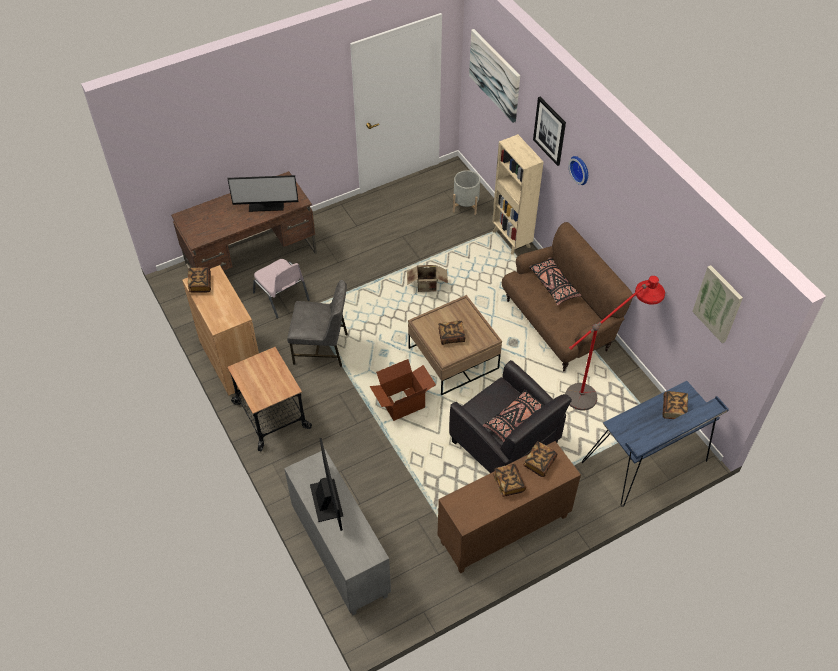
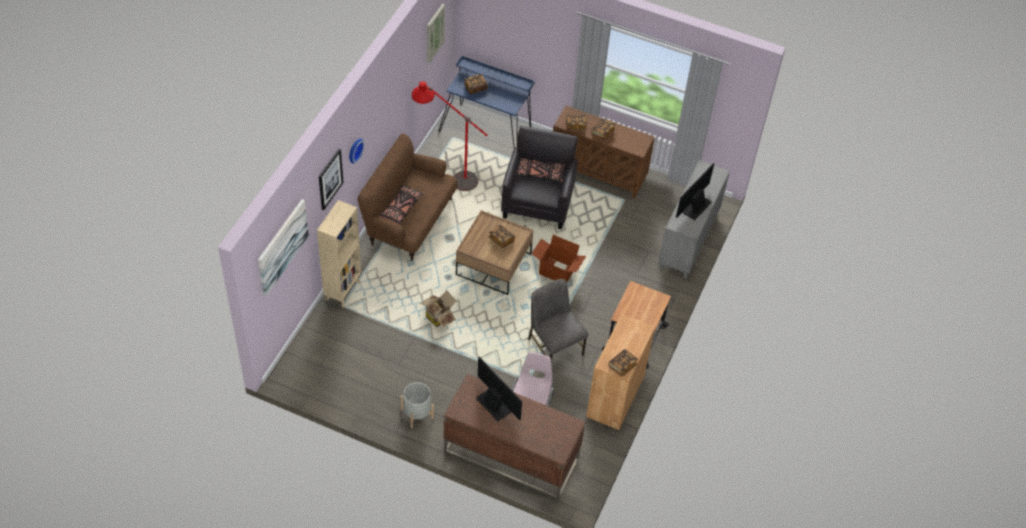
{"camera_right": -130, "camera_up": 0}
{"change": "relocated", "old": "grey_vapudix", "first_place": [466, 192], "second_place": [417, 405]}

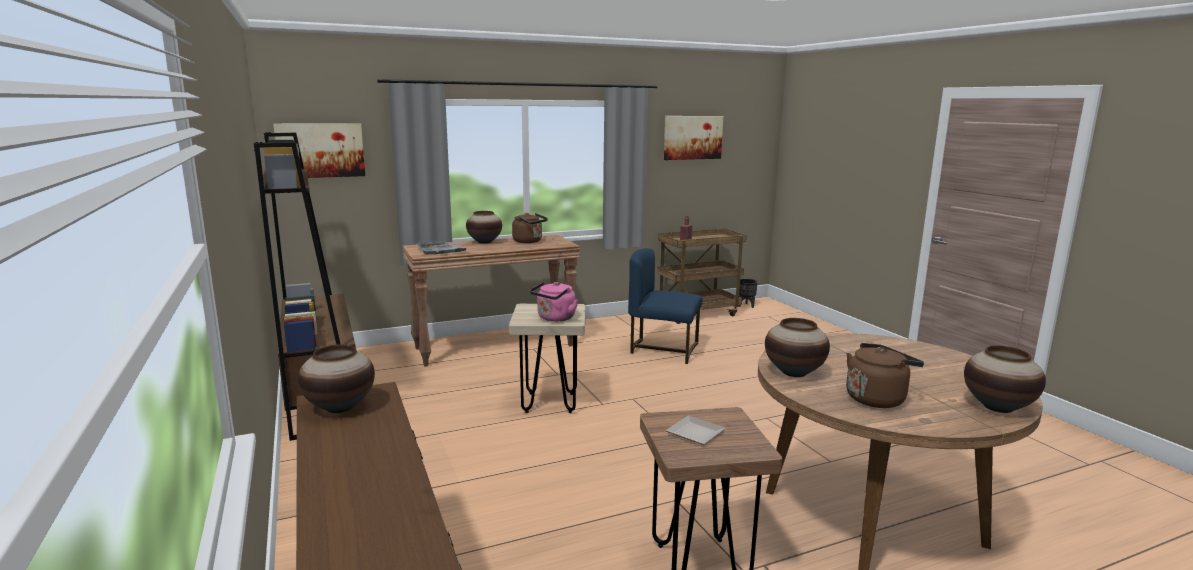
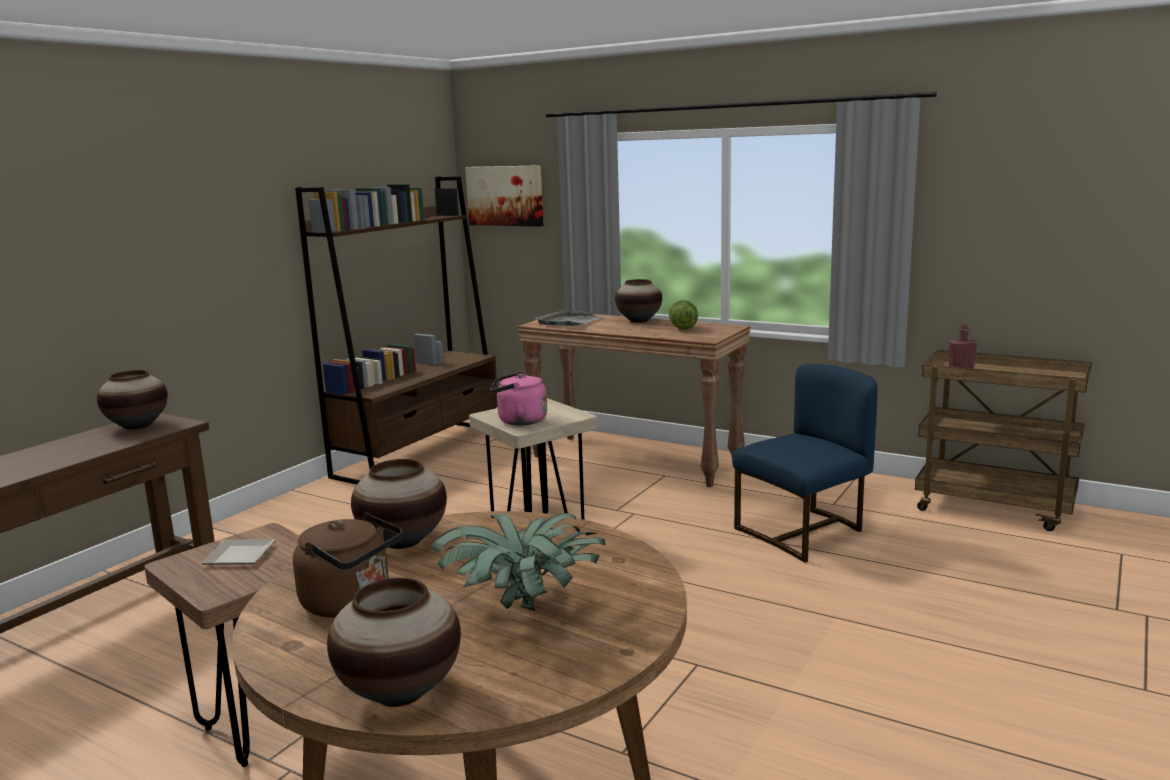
{"camera_right": 55, "camera_up": 0}
{"change": "missing", "old": "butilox", "first_place": [693, 138]}
{"change": "missing", "old": "black_vapudix", "first_place": [748, 293]}
{"change": "appeared", "new": "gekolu", "second_place": [518, 562]}
{"change": "exchanged", "old": "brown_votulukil", "new": "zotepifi", "first_place": [530, 228], "second_place": [683, 315]}
{"change": "spun", "old": "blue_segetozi", "first_place": [665, 306], "second_place": [804, 463], "degrees": 75}

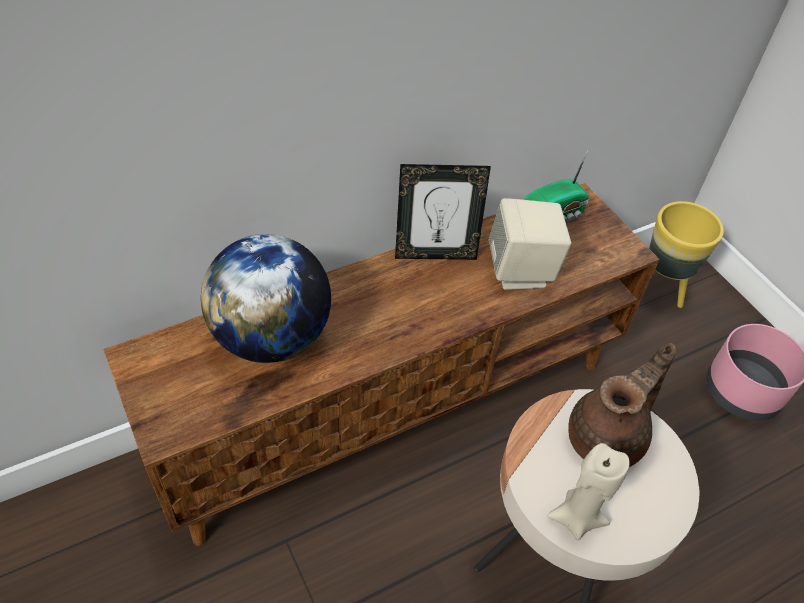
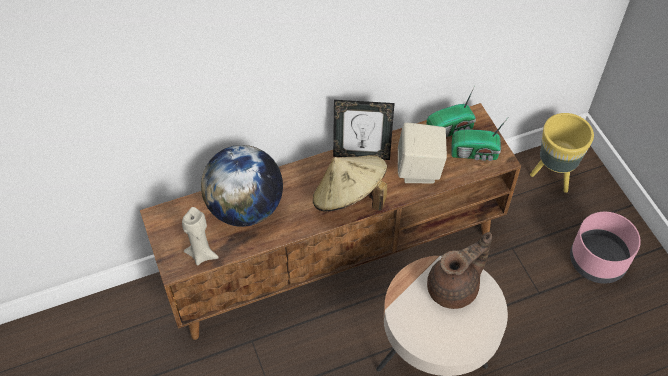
{"camera_right": 10, "camera_up": 5}
{"change": "appeared", "new": "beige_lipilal", "second_place": [350, 183]}
{"change": "appeared", "new": "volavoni", "second_place": [479, 139]}
{"change": "relocated", "old": "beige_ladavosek", "first_place": [588, 491], "second_place": [200, 236]}

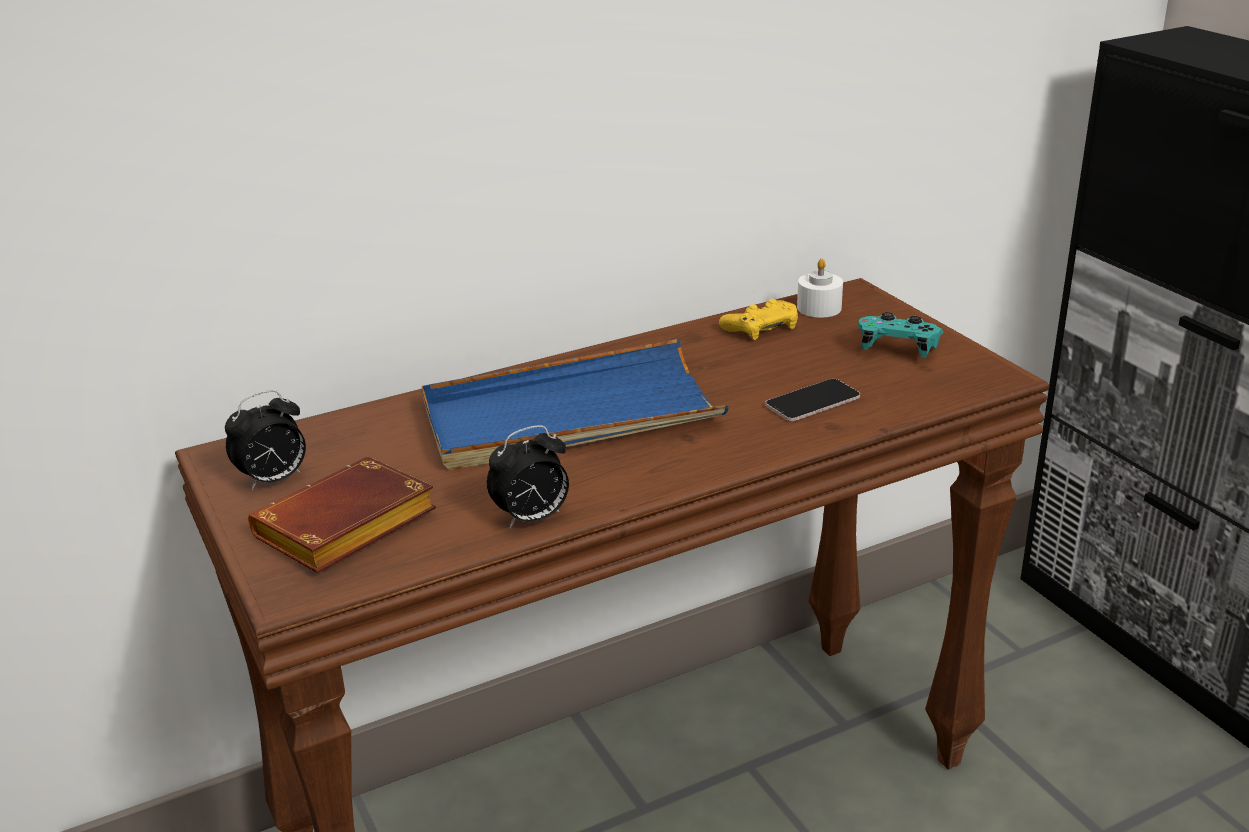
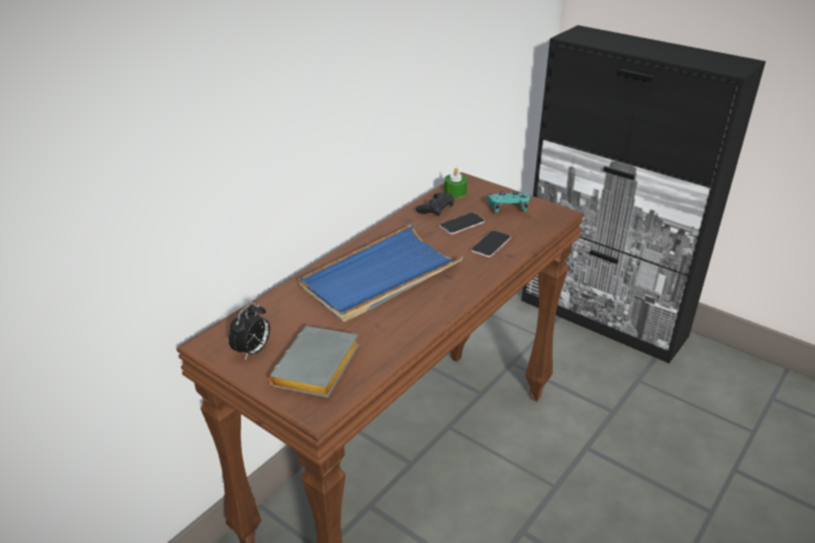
{"camera_right": -25, "camera_up": 5}
{"change": "missing", "old": "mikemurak", "first_place": [528, 476]}
{"change": "appeared", "new": "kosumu", "second_place": [462, 223]}
{"change": "colour", "old": "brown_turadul", "new": "grey_turadul", "first_place": [342, 515], "second_place": [313, 361]}
{"change": "colour", "old": "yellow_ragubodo", "new": "black_ragubodo", "first_place": [758, 319], "second_place": [435, 204]}
{"change": "colour", "old": "white_ladavosek", "new": "green_ladavosek", "first_place": [820, 288], "second_place": [455, 183]}

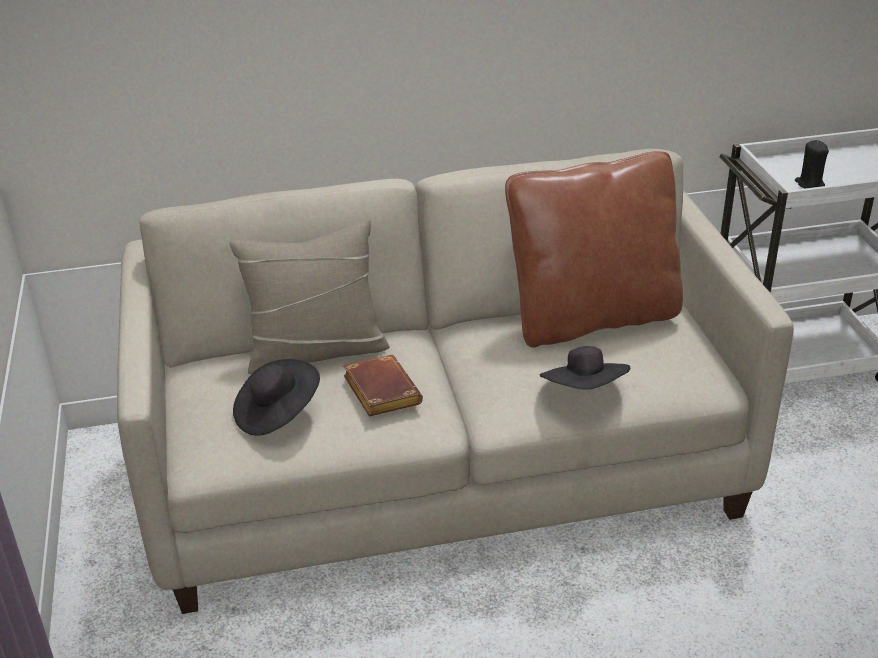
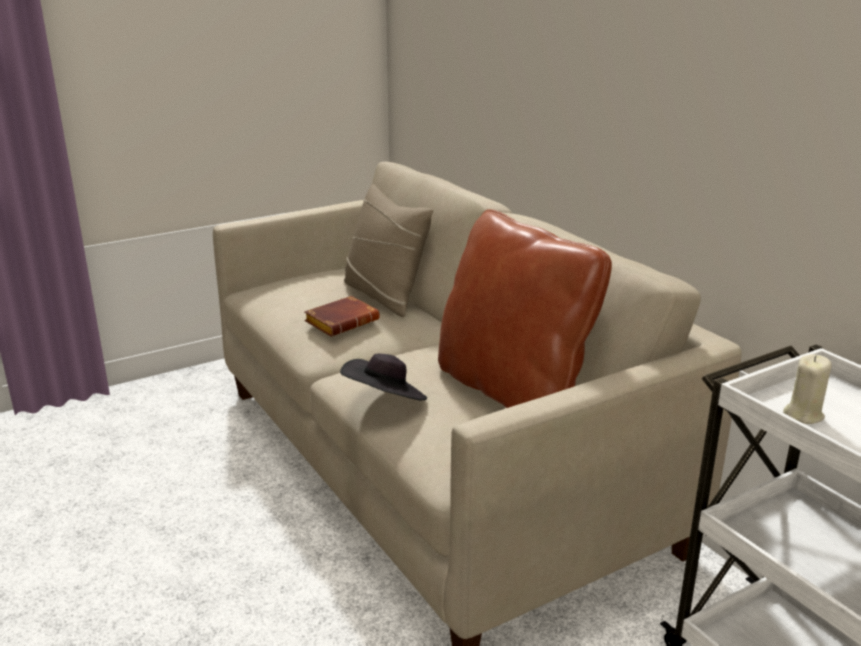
{"camera_right": 70, "camera_up": -10}
{"change": "missing", "old": "black_lipilal", "first_place": [276, 397]}
{"change": "colour", "old": "black_ladavosek", "new": "beige_ladavosek", "first_place": [812, 164], "second_place": [807, 389]}

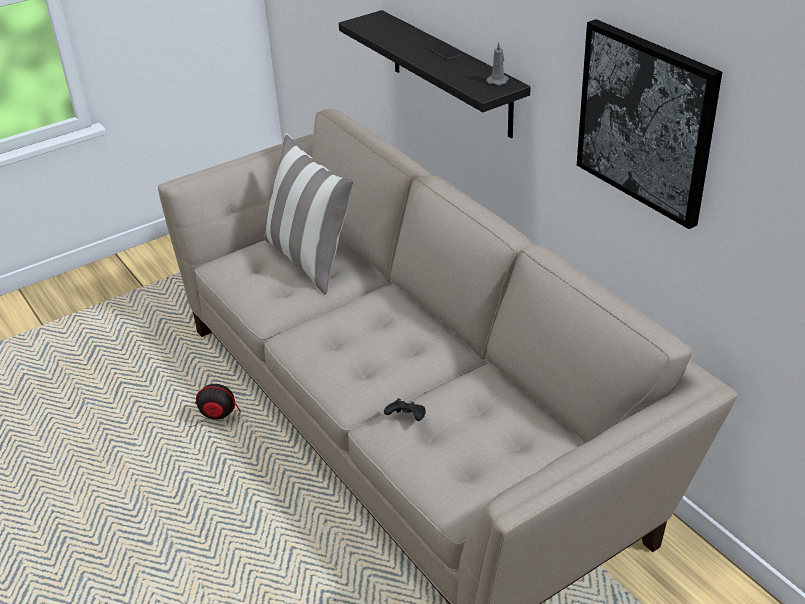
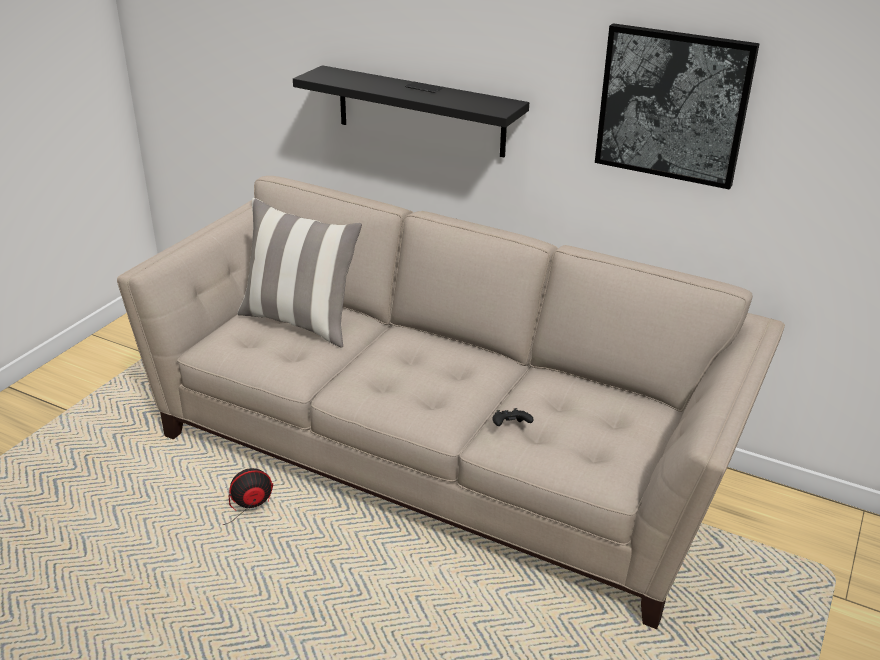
{"camera_right": -30, "camera_up": -5}
{"change": "missing", "old": "grey_ladavosek", "first_place": [497, 63]}

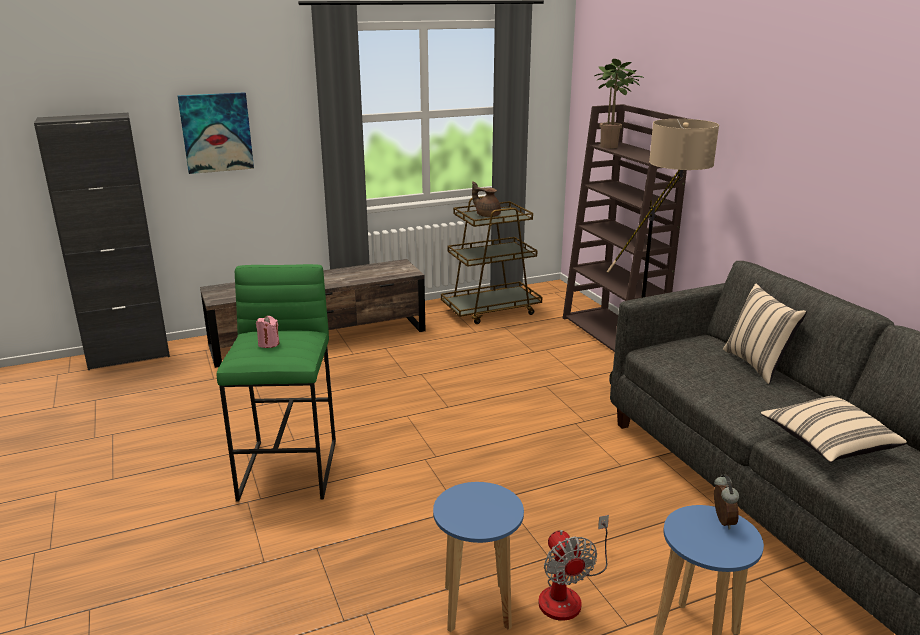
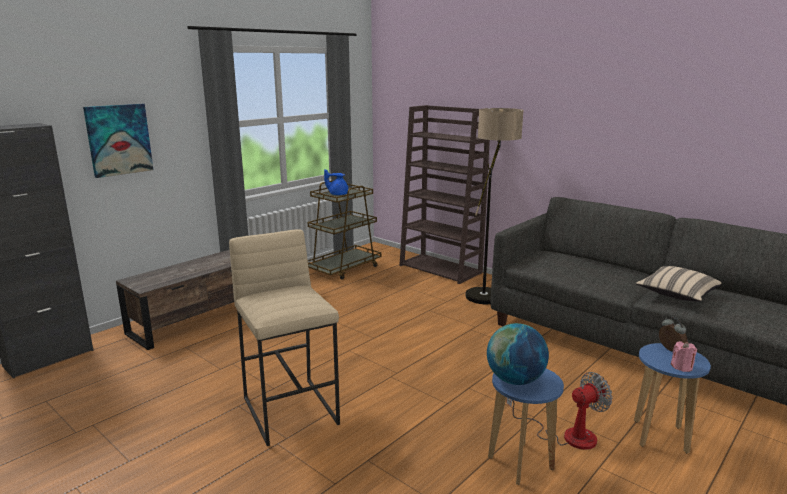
{"camera_right": -25, "camera_up": -5}
{"change": "missing", "old": "gekolu", "first_place": [619, 104]}
{"change": "missing", "old": "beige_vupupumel", "first_place": [765, 334]}
{"change": "appeared", "new": "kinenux", "second_place": [518, 354]}
{"change": "relocated", "old": "pink_ladavosek", "first_place": [267, 332], "second_place": [684, 356]}
{"change": "colour", "old": "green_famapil", "new": "beige_famapil", "first_place": [276, 383], "second_place": [284, 337]}
{"change": "colour", "old": "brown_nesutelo", "new": "blue_nesutelo", "first_place": [486, 199], "second_place": [336, 182]}
{"change": "spun", "old": "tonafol", "first_place": [573, 568], "second_place": [559, 411], "degrees": -75}

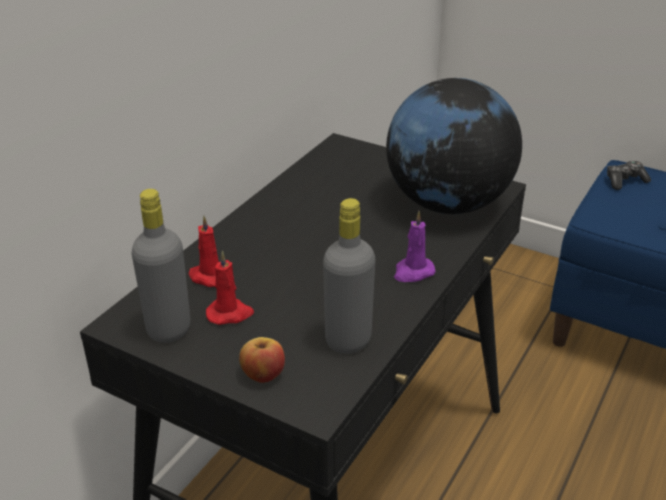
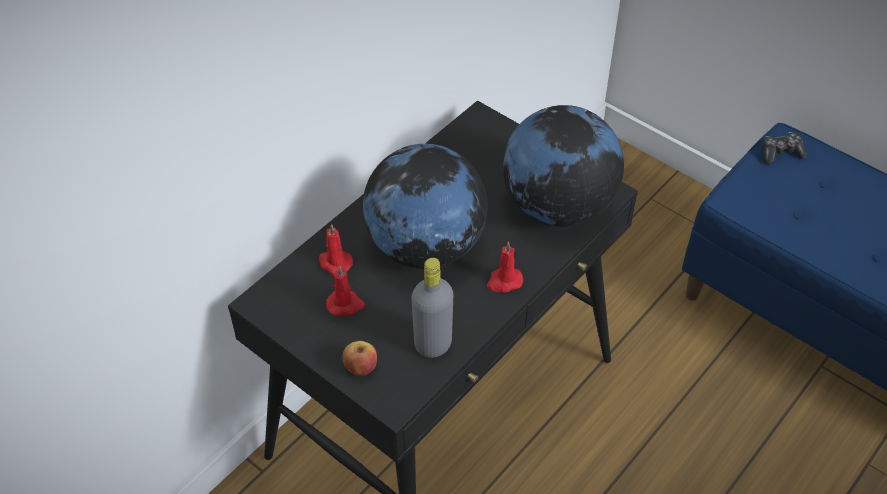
{"camera_right": 10, "camera_up": 15}
{"change": "missing", "old": "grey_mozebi", "first_place": [161, 266]}
{"change": "appeared", "new": "kinenux", "second_place": [425, 206]}
{"change": "colour", "old": "purple_ladavosek", "new": "red_ladavosek", "first_place": [414, 246], "second_place": [505, 267]}

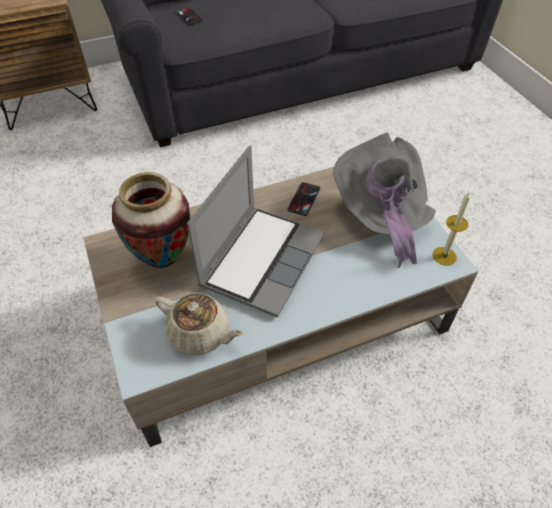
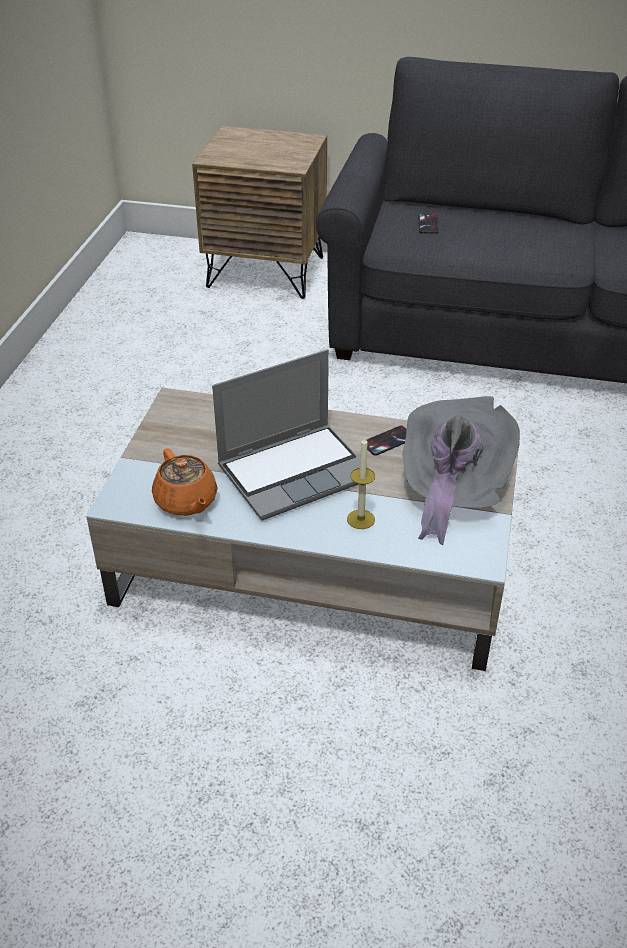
{"camera_right": 35, "camera_up": -10}
{"change": "missing", "old": "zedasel", "first_place": [151, 220]}
{"change": "relocated", "old": "ladavosek", "first_place": [451, 228], "second_place": [361, 482]}
{"change": "colour", "old": "beige_nesutelo", "new": "orange_nesutelo", "first_place": [199, 324], "second_place": [185, 482]}

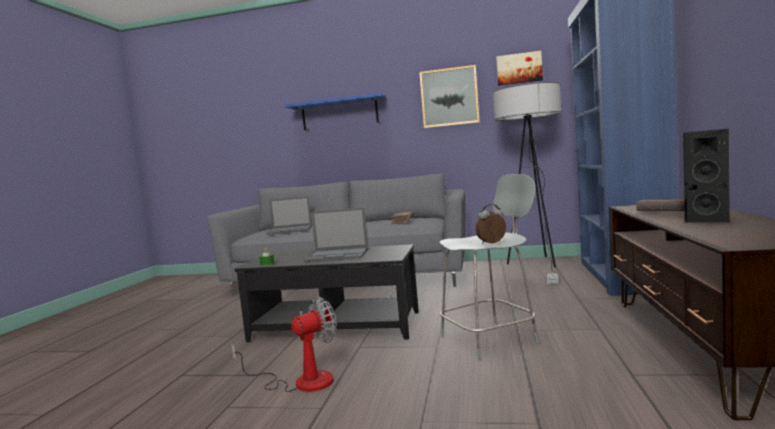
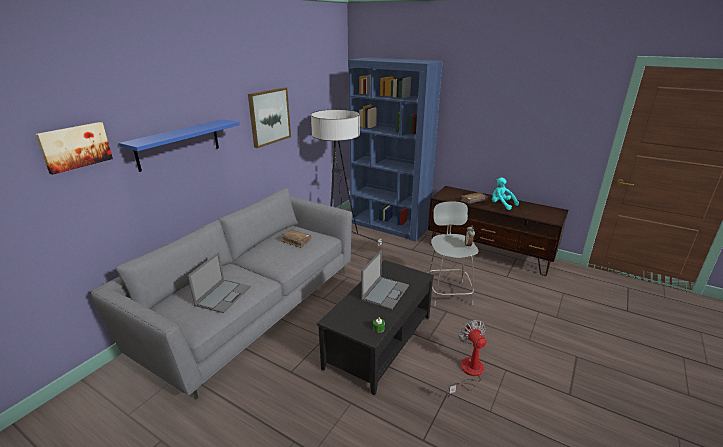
{"camera_right": -70, "camera_up": 20}
{"change": "relocated", "old": "butilox", "first_place": [519, 68], "second_place": [74, 148]}
{"change": "exchanged", "old": "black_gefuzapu", "new": "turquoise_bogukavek", "first_place": [706, 176], "second_place": [505, 193]}

